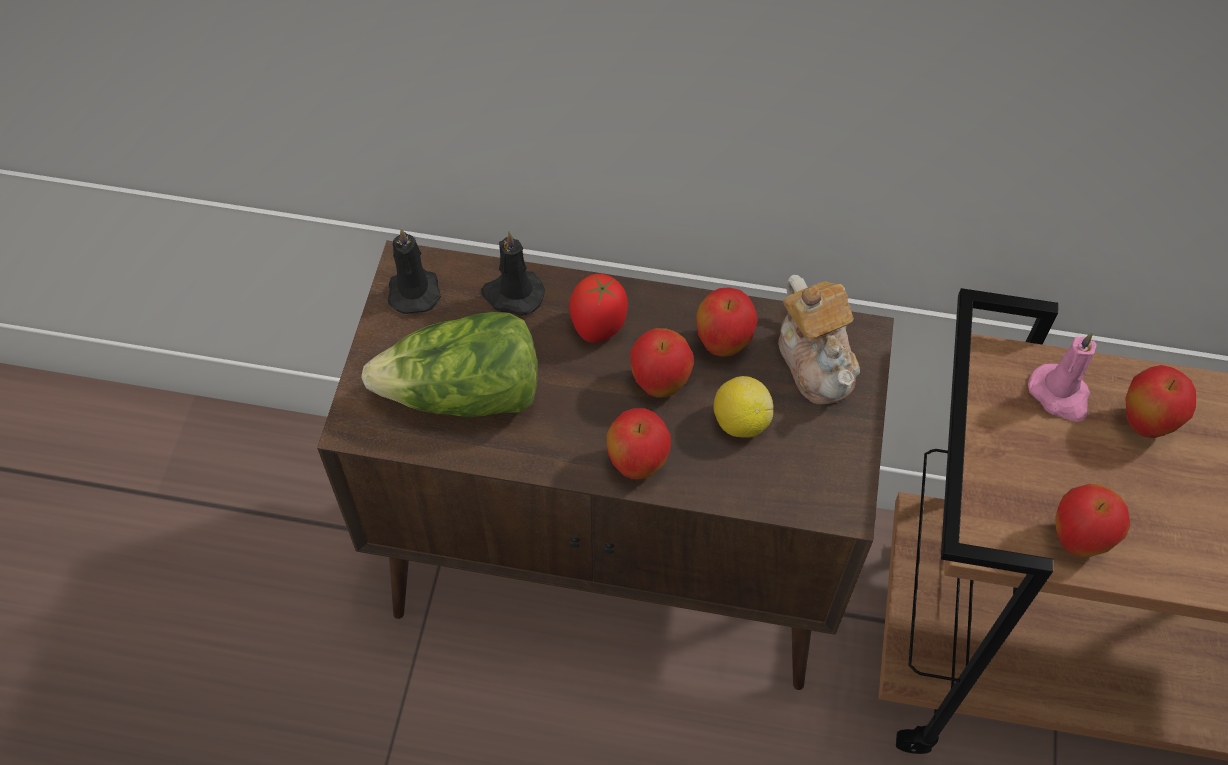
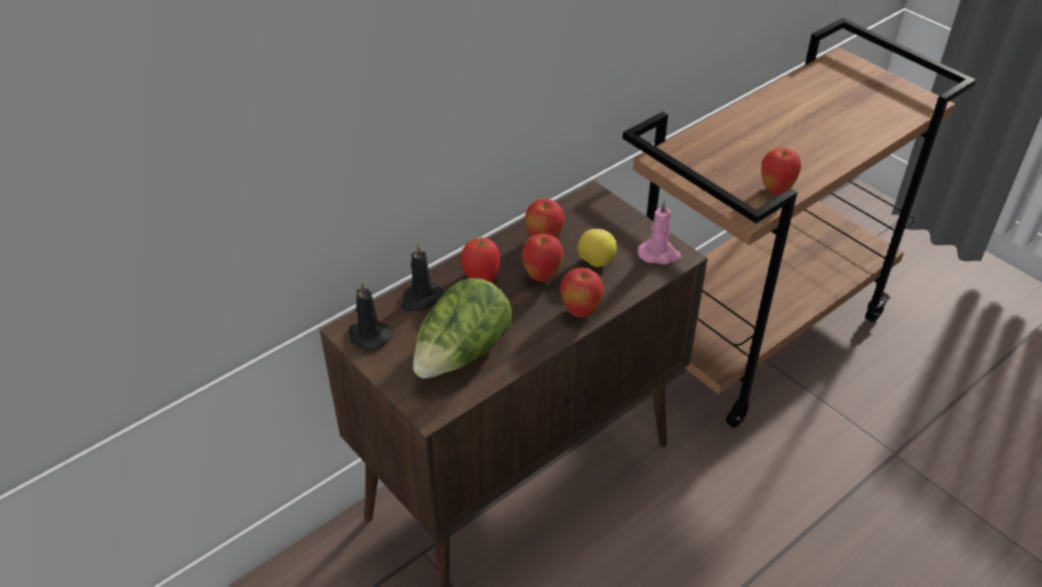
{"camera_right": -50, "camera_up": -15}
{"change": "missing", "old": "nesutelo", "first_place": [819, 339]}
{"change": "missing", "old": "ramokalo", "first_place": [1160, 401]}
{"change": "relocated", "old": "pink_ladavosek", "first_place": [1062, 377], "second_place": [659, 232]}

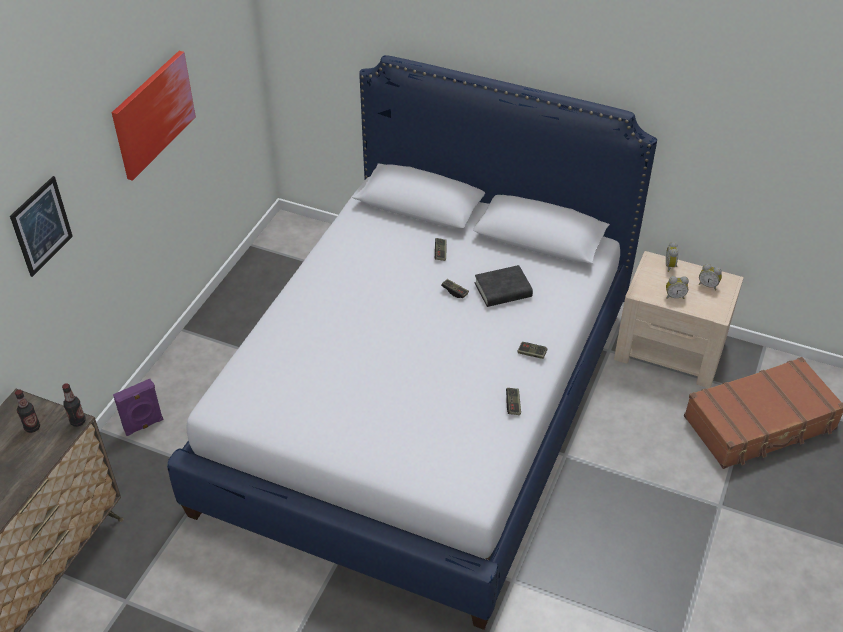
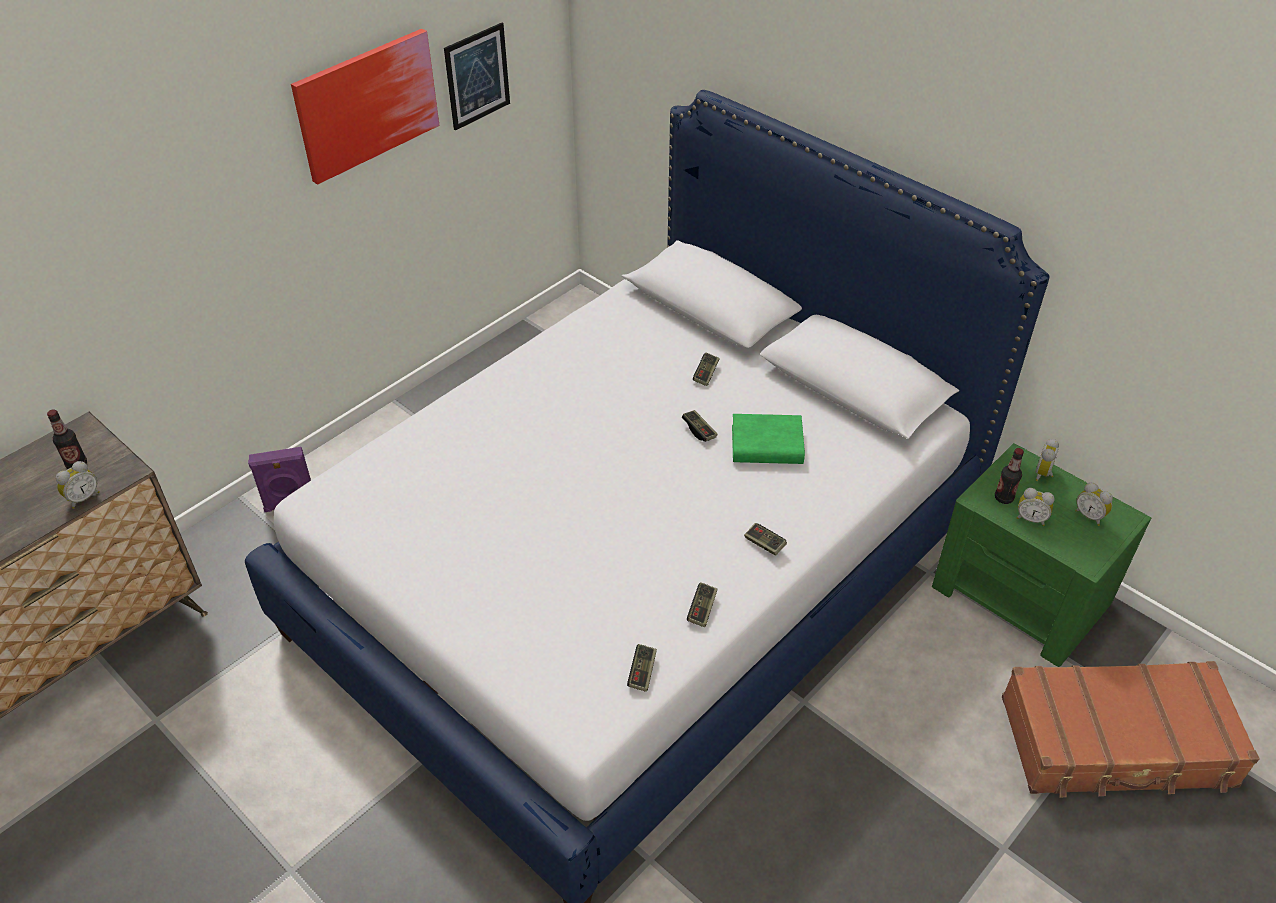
{"camera_right": 20, "camera_up": 0}
{"change": "appeared", "new": "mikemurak", "second_place": [78, 485]}
{"change": "appeared", "new": "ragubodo", "second_place": [642, 668]}
{"change": "relocated", "old": "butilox", "first_place": [41, 226], "second_place": [477, 76]}
{"change": "relocated", "old": "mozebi", "first_place": [74, 405], "second_place": [1009, 476]}
{"change": "colour", "old": "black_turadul", "new": "green_turadul", "first_place": [504, 286], "second_place": [768, 439]}
{"change": "colour", "old": "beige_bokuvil", "new": "green_bokuvil", "first_place": [679, 319], "second_place": [1041, 555]}

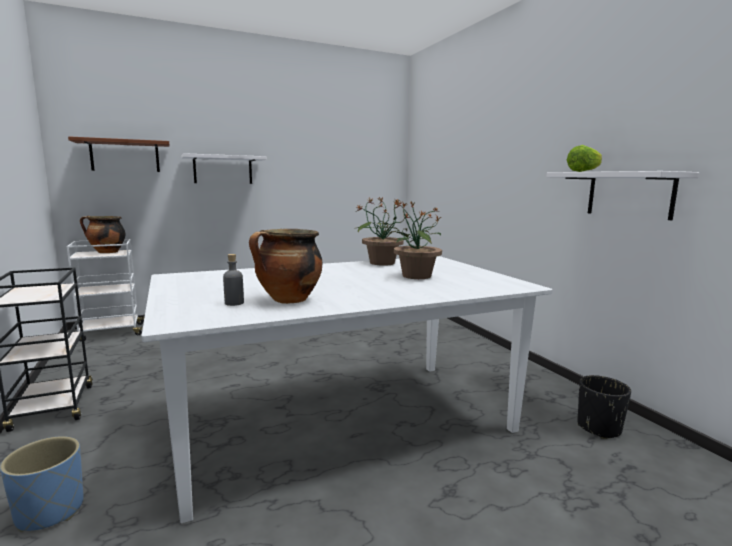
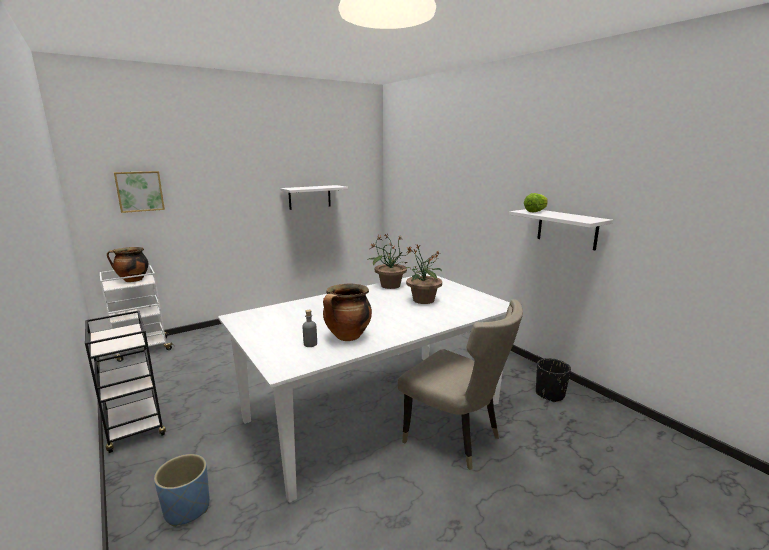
{"camera_right": -10, "camera_up": 5}
{"change": "appeared", "new": "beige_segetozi", "second_place": [460, 384]}
{"change": "relocated", "old": "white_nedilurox", "first_place": [224, 168], "second_place": [314, 197]}
{"change": "exchanged", "old": "brown_nedilurox", "new": "butilox", "first_place": [118, 154], "second_place": [139, 192]}

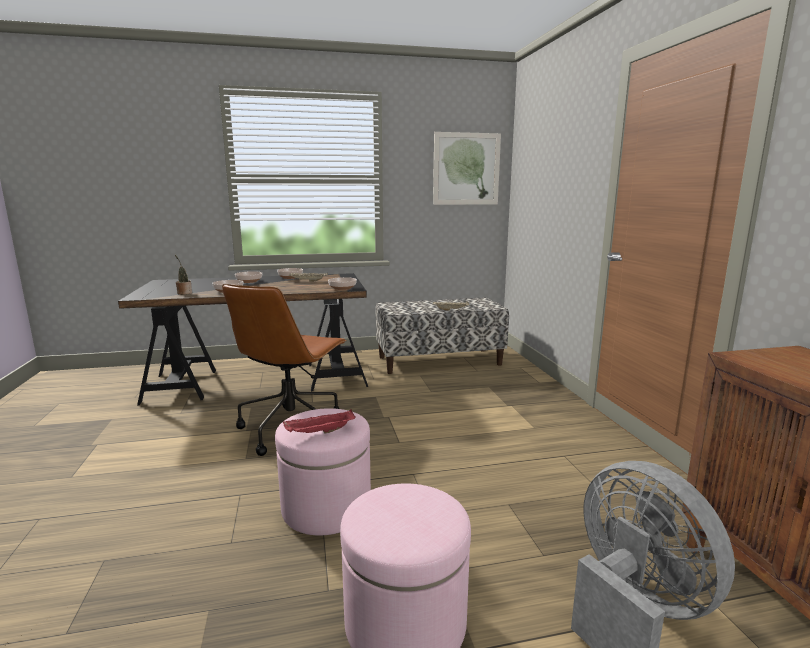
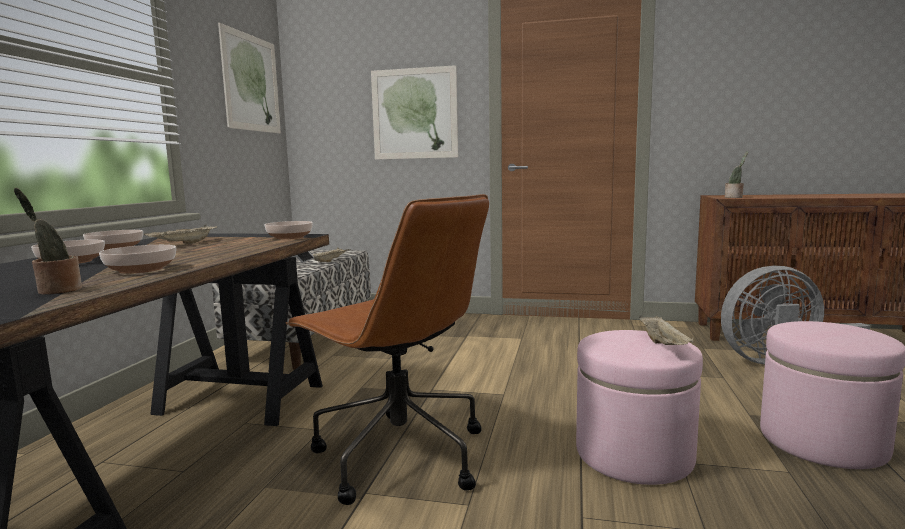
{"camera_right": -65, "camera_up": -5}
{"change": "appeared", "new": "butilox", "second_place": [414, 112]}
{"change": "appeared", "new": "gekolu", "second_place": [736, 174]}
{"change": "colour", "old": "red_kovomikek", "new": "beige_kovomikek", "first_place": [319, 422], "second_place": [666, 330]}

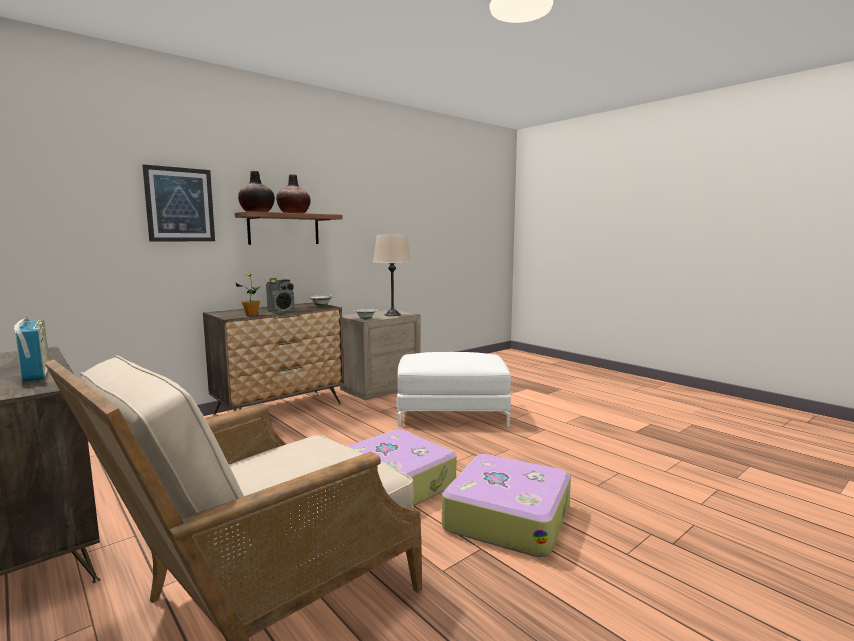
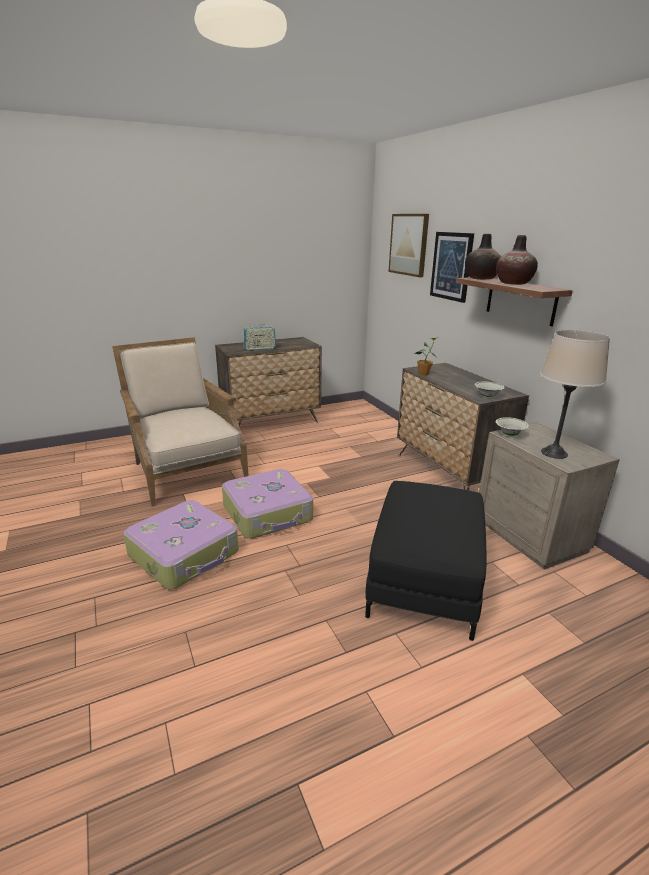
{"camera_right": 105, "camera_up": 15}
{"change": "missing", "old": "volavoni", "first_place": [280, 295]}
{"change": "appeared", "new": "butilox", "second_place": [409, 245]}
{"change": "colour", "old": "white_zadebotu", "new": "black_zadebotu", "first_place": [454, 389], "second_place": [426, 561]}

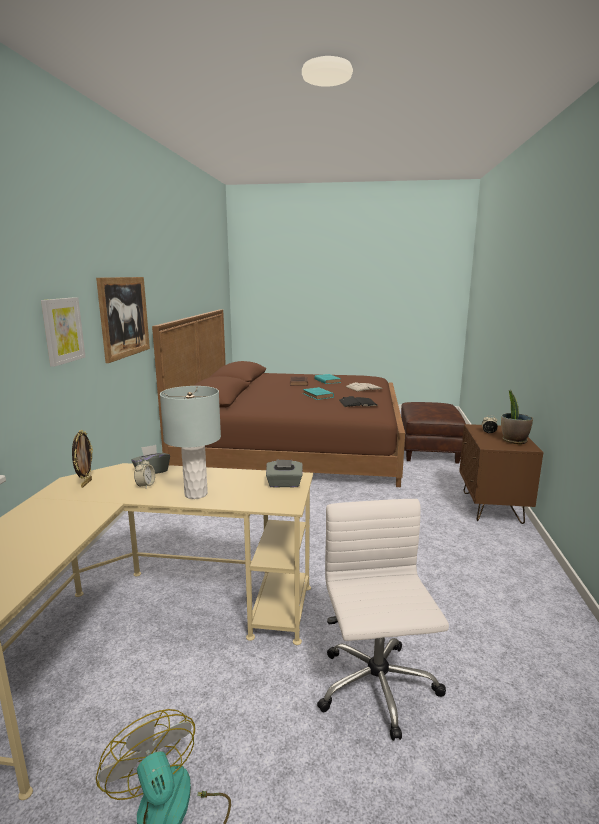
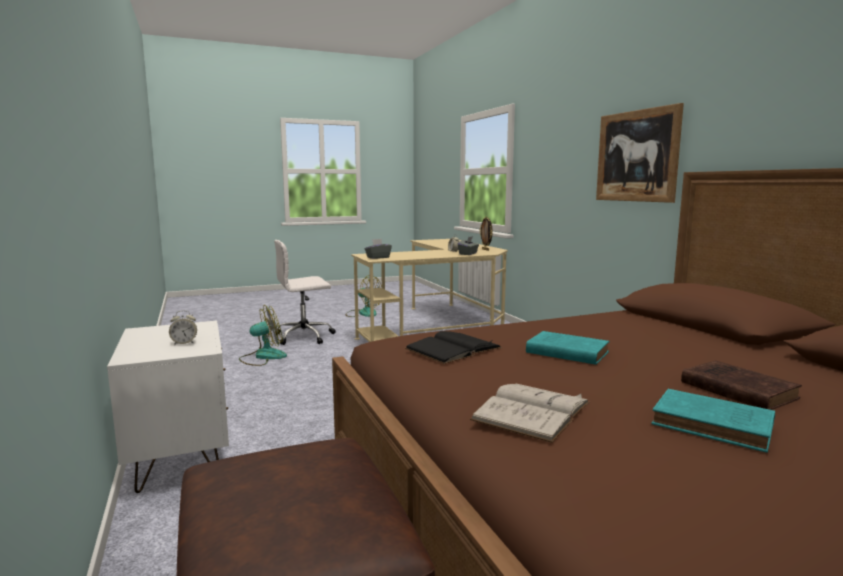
{"camera_right": 150, "camera_up": -5}
{"change": "missing", "old": "butilox", "first_place": [63, 332]}
{"change": "missing", "old": "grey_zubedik", "first_place": [190, 442]}
{"change": "missing", "old": "gekolu", "first_place": [517, 417]}
{"change": "appeared", "new": "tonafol", "second_place": [263, 335]}
{"change": "colour", "old": "brown_bokuvil", "new": "white_bokuvil", "first_place": [501, 474], "second_place": [168, 406]}
{"change": "spun", "old": "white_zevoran", "first_place": [383, 620], "second_place": [305, 292], "degrees": 105}

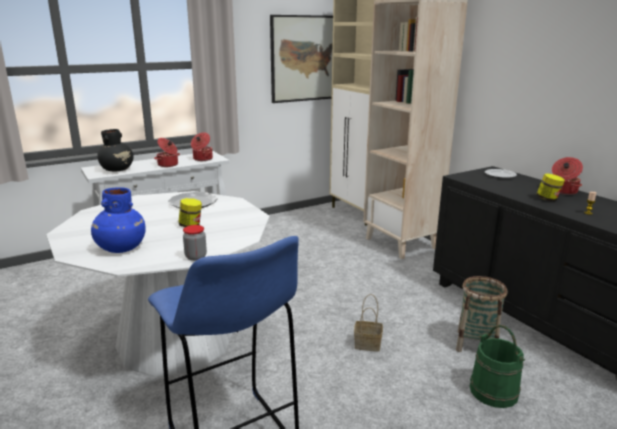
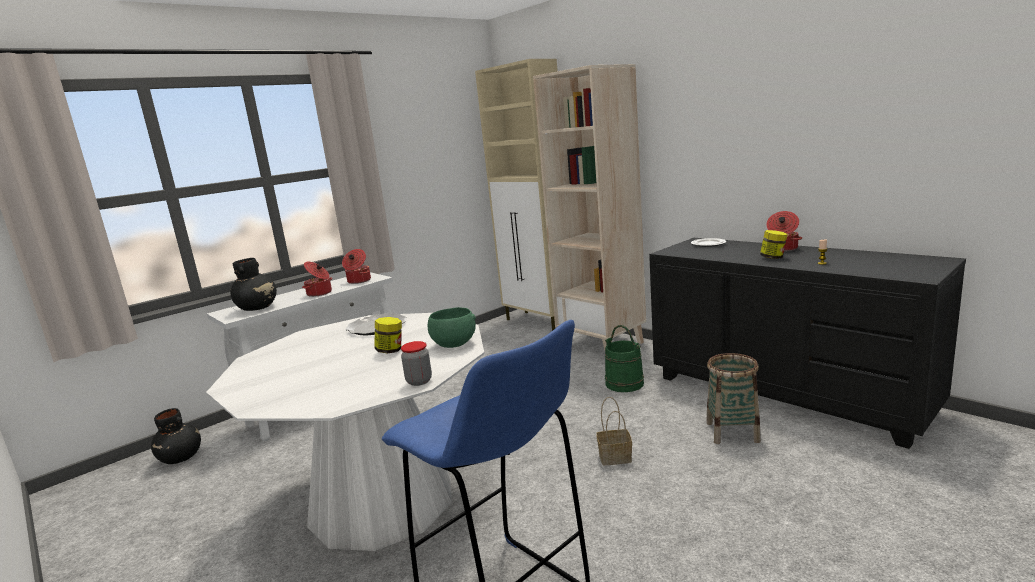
{"camera_right": -10, "camera_up": -5}
{"change": "missing", "old": "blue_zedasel", "first_place": [118, 220]}
{"change": "missing", "old": "butilox", "first_place": [301, 59]}
{"change": "appeared", "new": "black_zedasel", "second_place": [176, 436]}
{"change": "appeared", "new": "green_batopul", "second_place": [452, 327]}
{"change": "relocated", "old": "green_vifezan", "first_place": [497, 366], "second_place": [624, 358]}

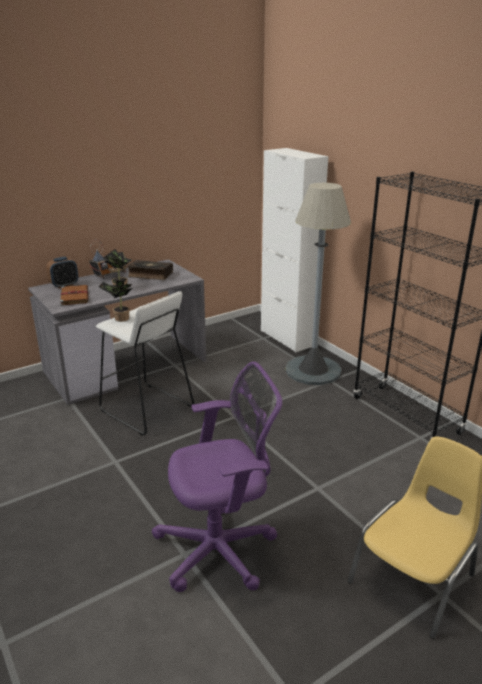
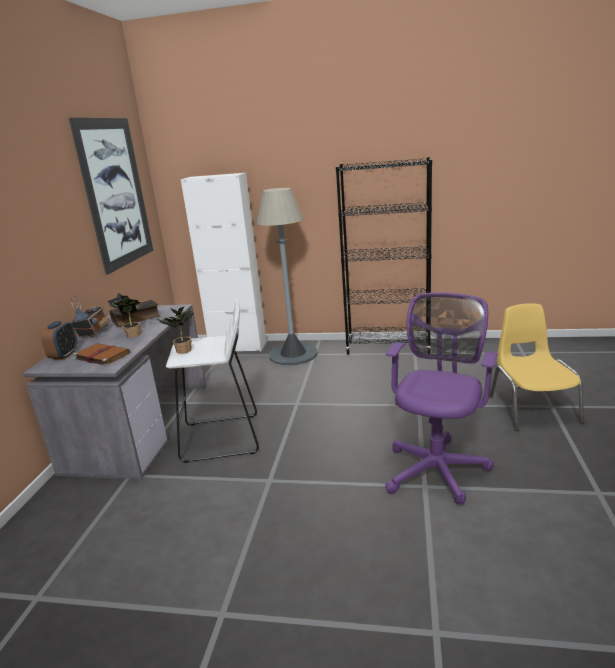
{"camera_right": -45, "camera_up": -5}
{"change": "appeared", "new": "butilox", "second_place": [111, 196]}

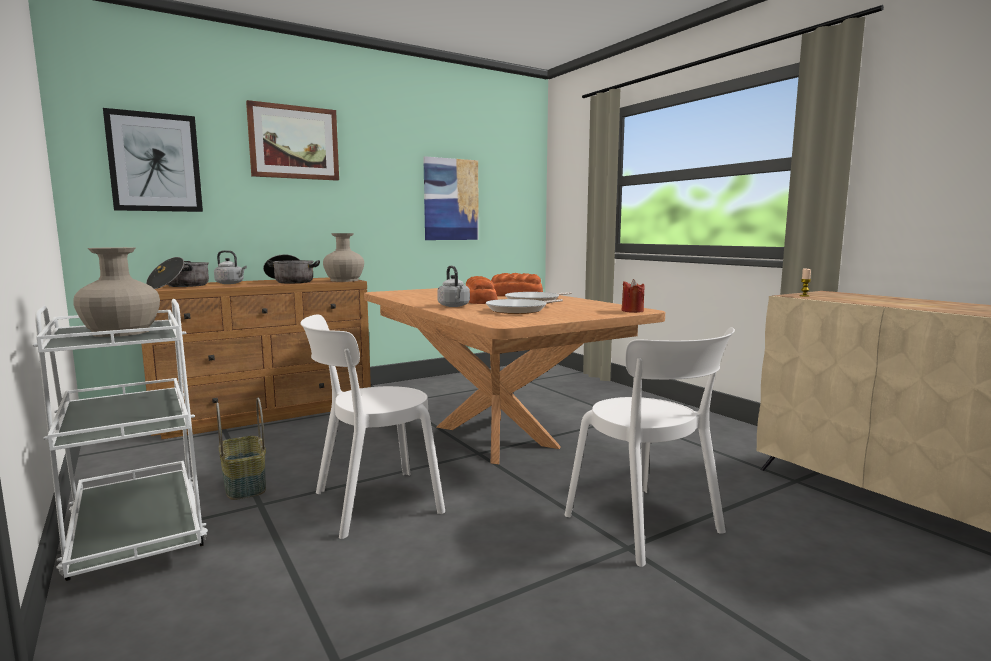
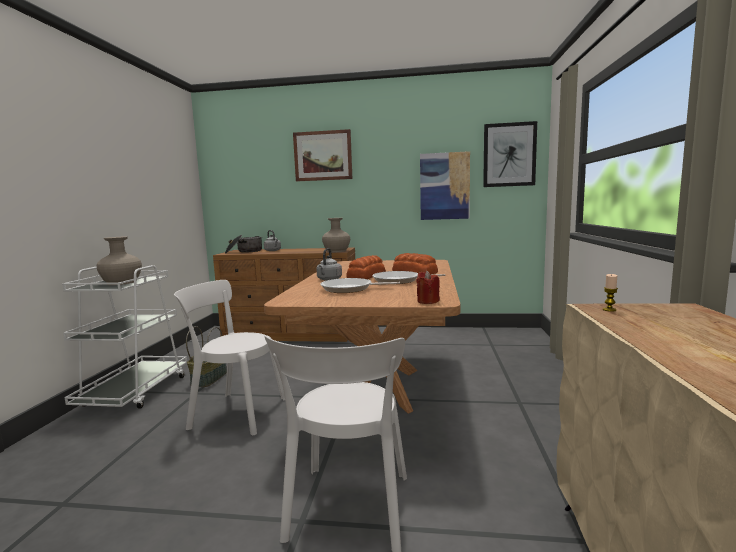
{"camera_right": 40, "camera_up": 0}
{"change": "missing", "old": "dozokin", "first_place": [291, 268]}
{"change": "relocated", "old": "butilox", "first_place": [153, 160], "second_place": [510, 154]}

